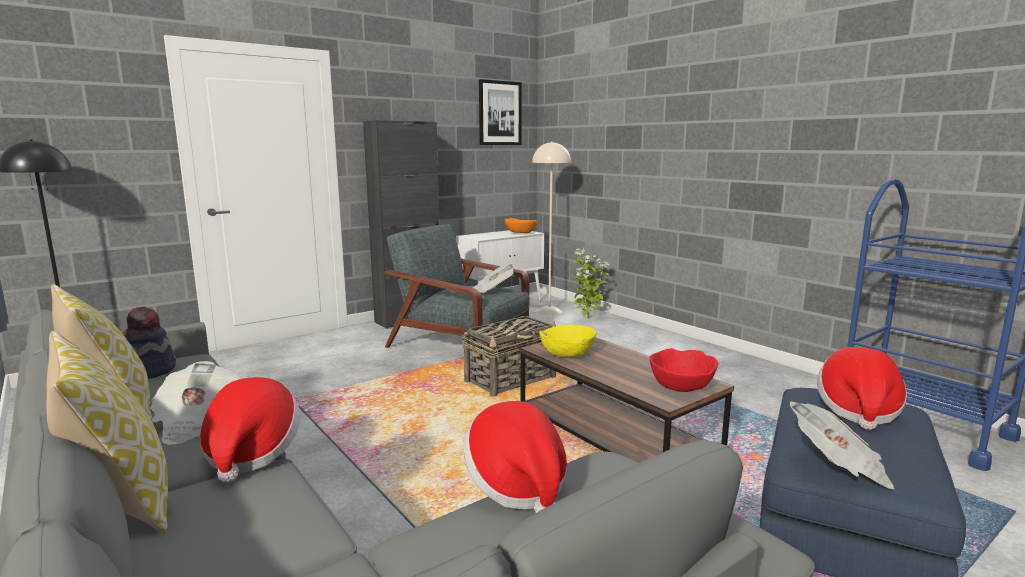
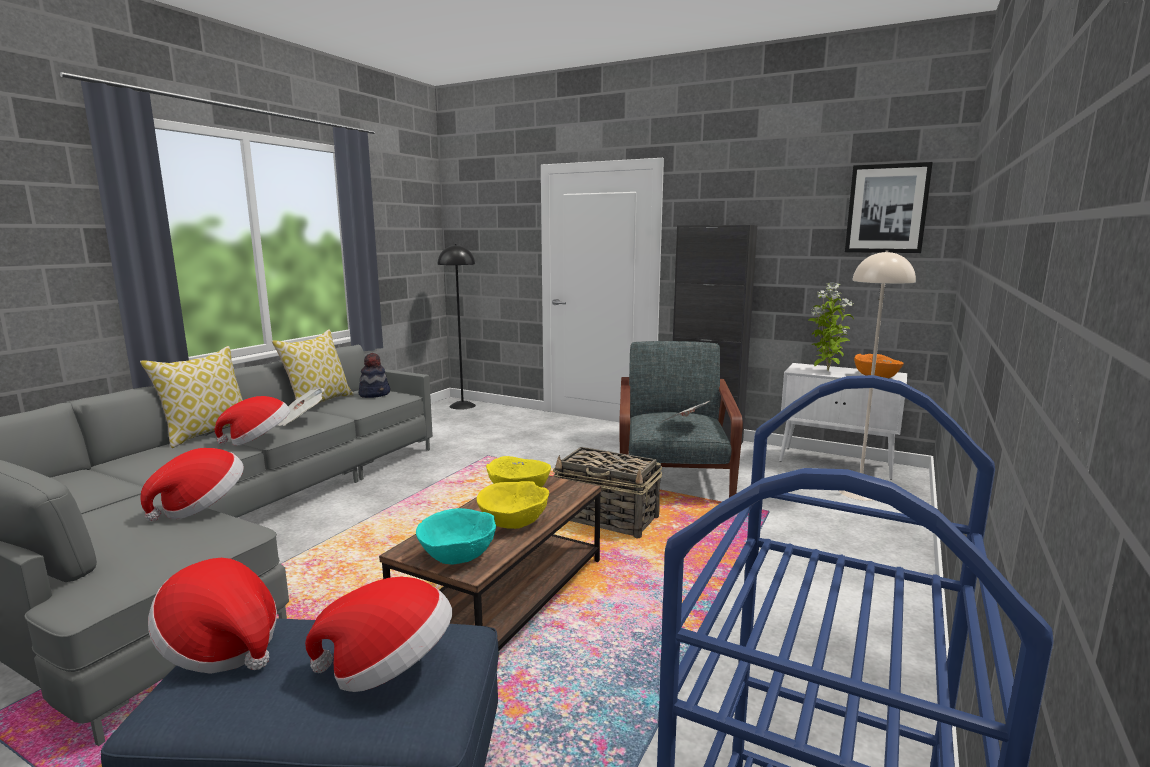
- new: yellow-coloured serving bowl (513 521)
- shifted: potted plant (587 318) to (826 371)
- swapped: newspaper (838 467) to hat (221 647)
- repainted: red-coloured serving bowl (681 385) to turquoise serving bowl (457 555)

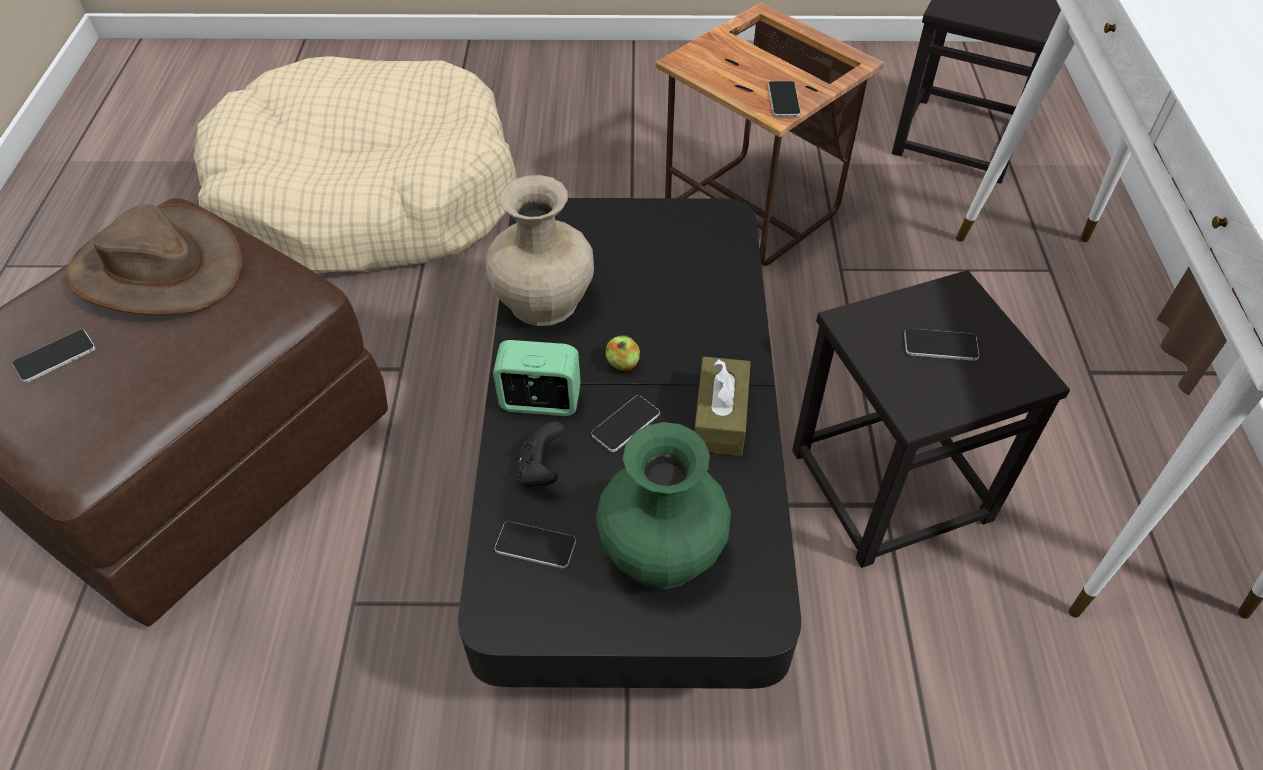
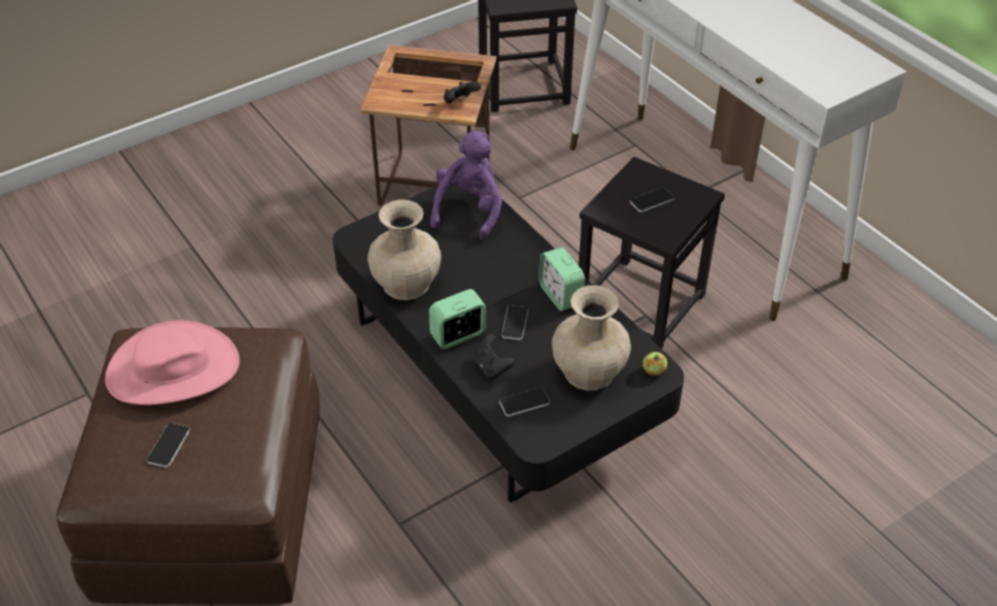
- gone: beige pet bed (367 197)
- new: purple soft toy (469 210)
- shifted: apple (622 363) to (653 371)
- swapped: brownish box of tissues (720 417) to table clock (560 295)
- swapped: phone (783 100) to black-coloured game controller (460 102)
- repainted: brownish hat (157 268) to pink-coloured hat (172 370)
- repainted: green vase (663 552) to beige vase (590 371)

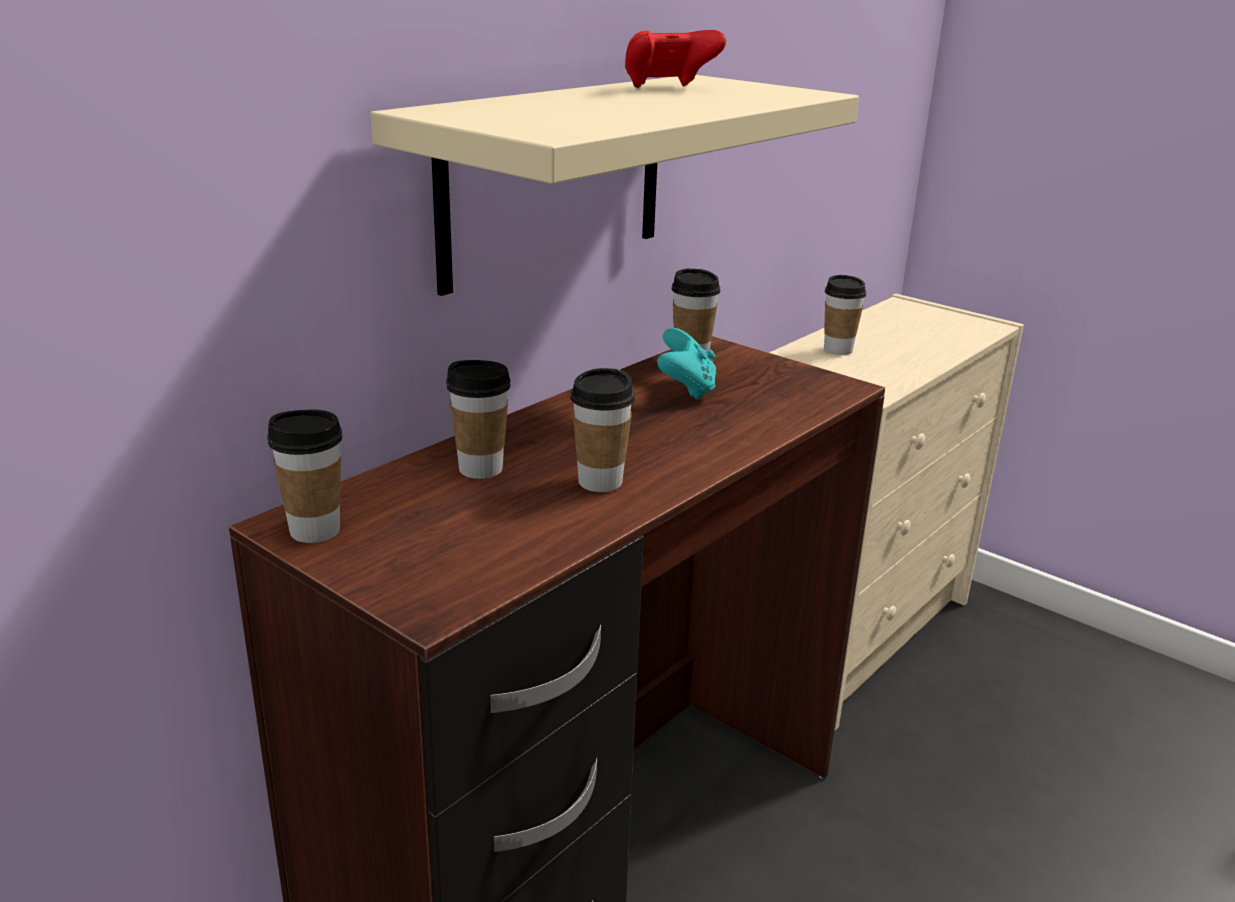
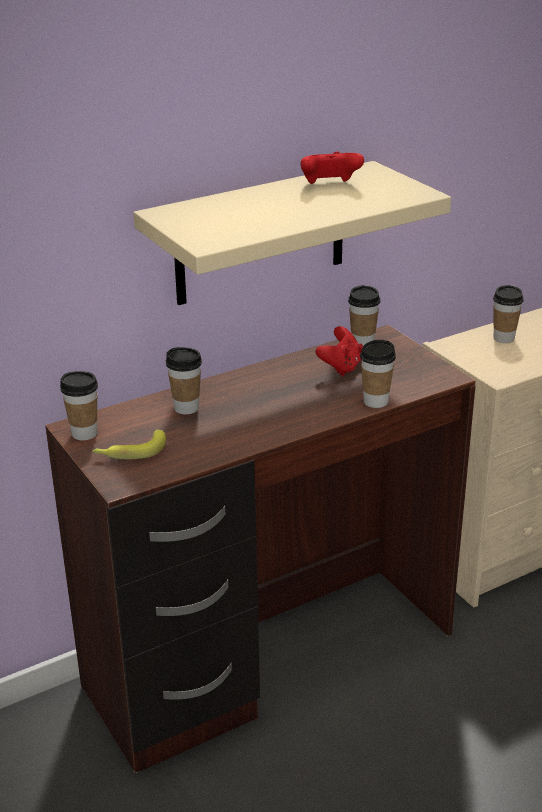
- new: banana fruit (130 452)
- shifted: small cup (600 482) to (375 401)
- repainted: turquoise game controller (686 389) to red-coloured game controller (341 367)

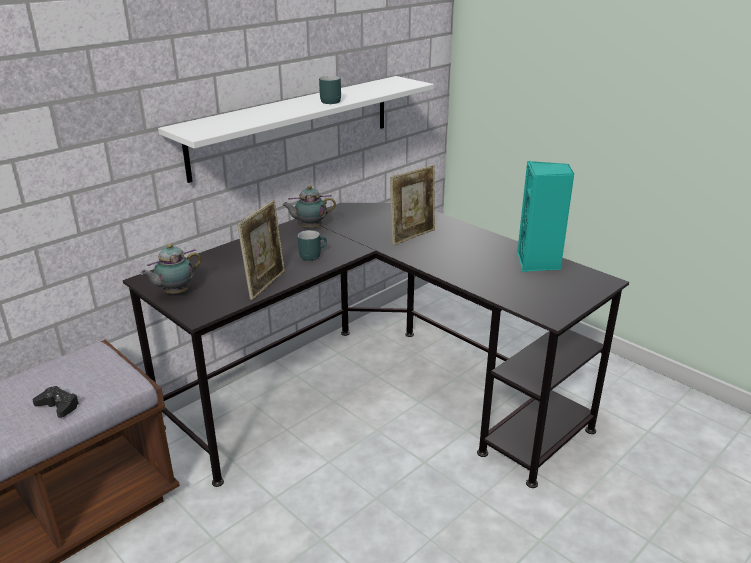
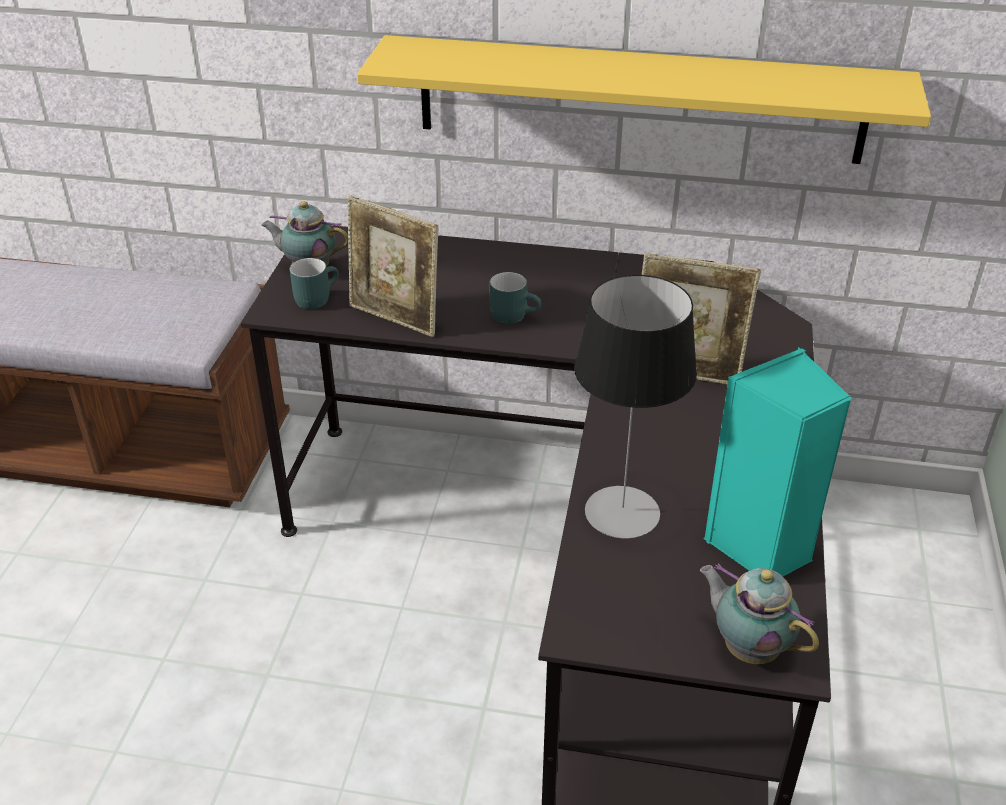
- gone: black-coloured game controller (58 406)
- new: lamp for a table (622 512)
- shifted: teapot (309 227) to (748 647)
- shifted: turquoise coffee mug (328 101) to (315 297)
- repainted: whitish wall shelf (294 125) to yellow-coloured wall shelf (639 99)
- rotated: photo frame (265 284) = (395 319) 45 degrees clockwise

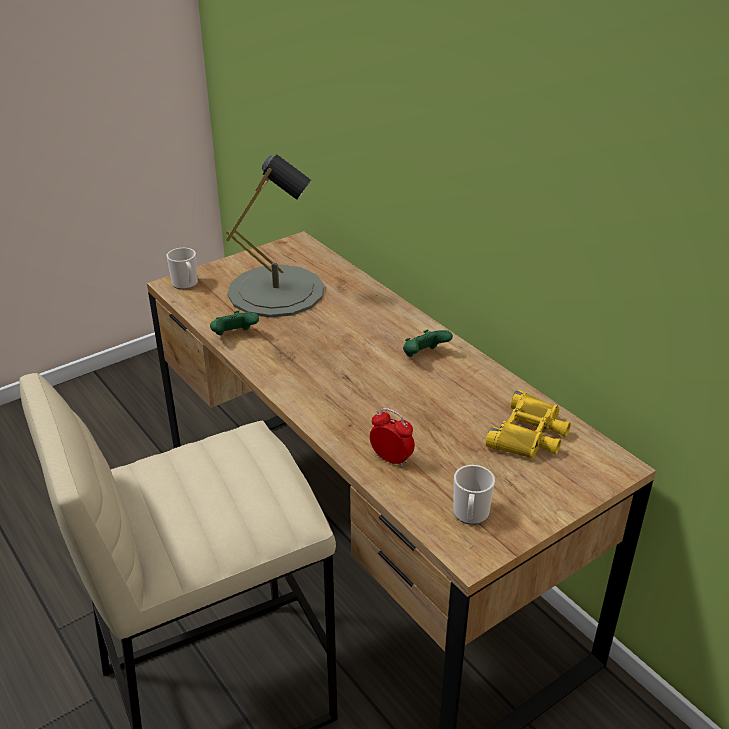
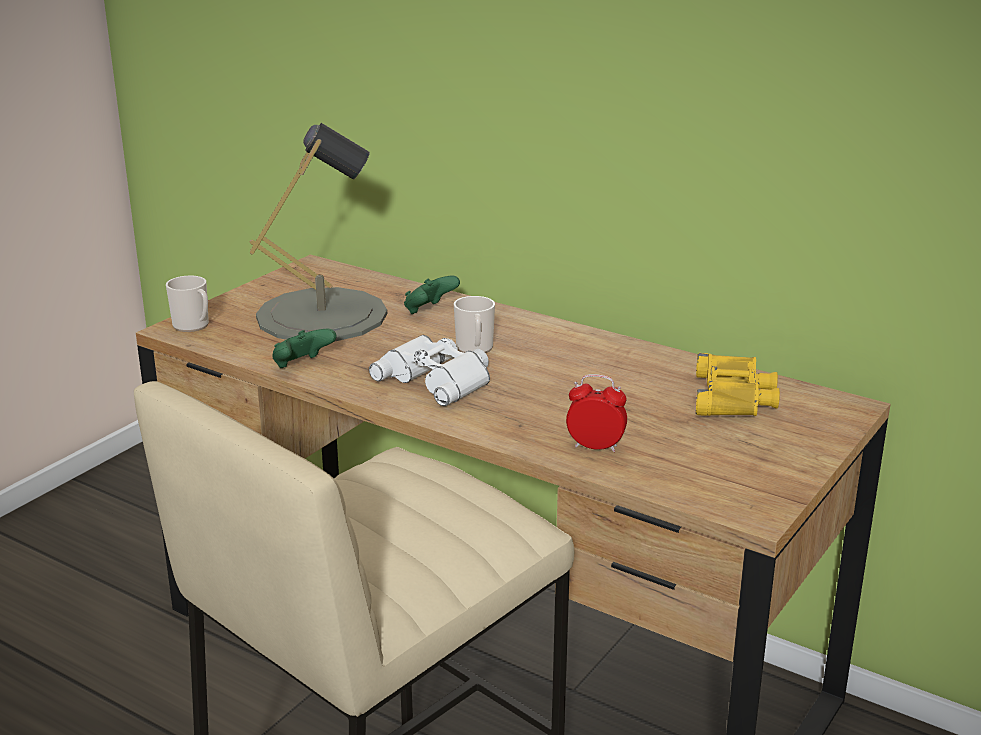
- new: whitish pair of binoculars (438 378)
- shifted: green game controller (424 355) to (429 311)
- shifted: coffee mug (470 515) to (475 349)

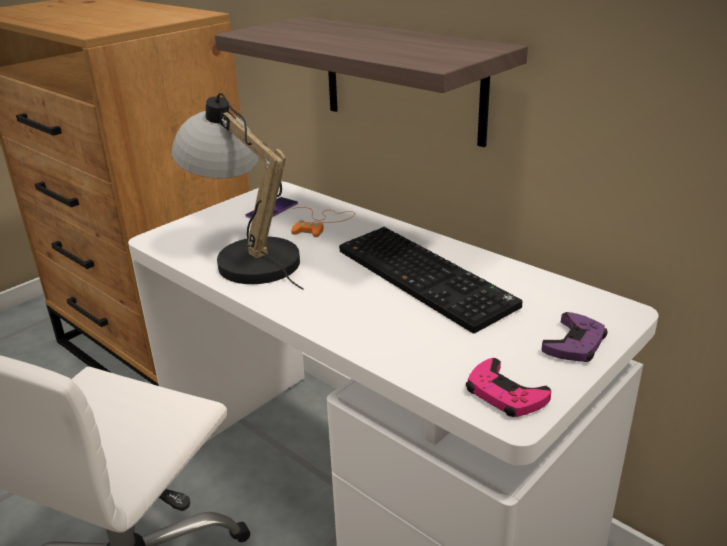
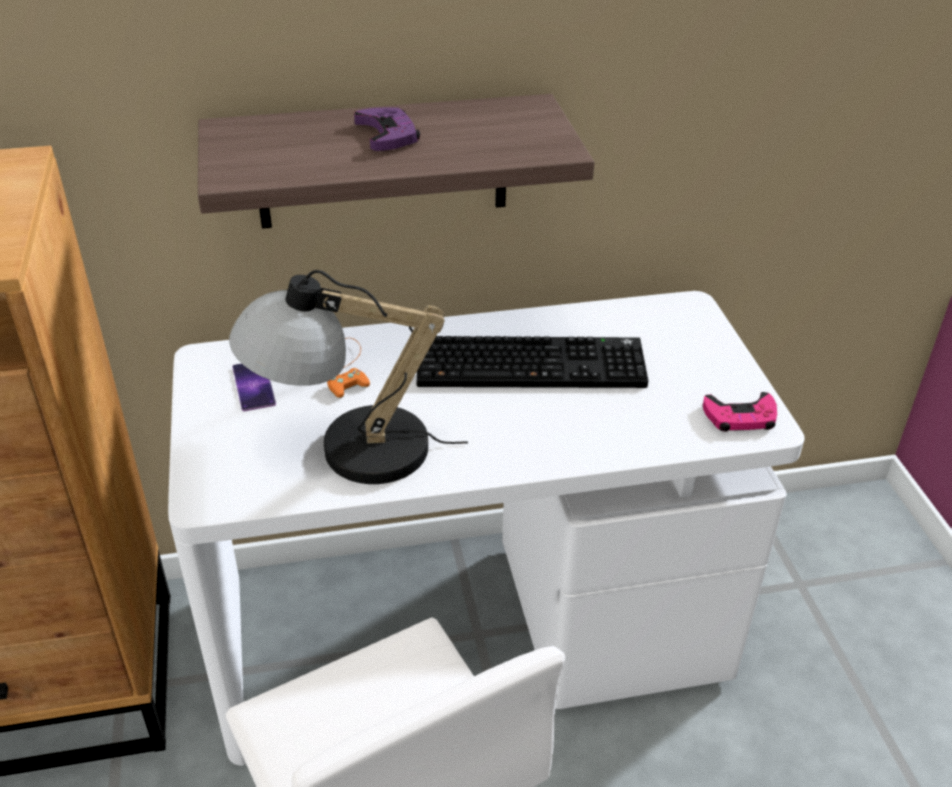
- shifted: purple game controller (575 343) to (388 135)

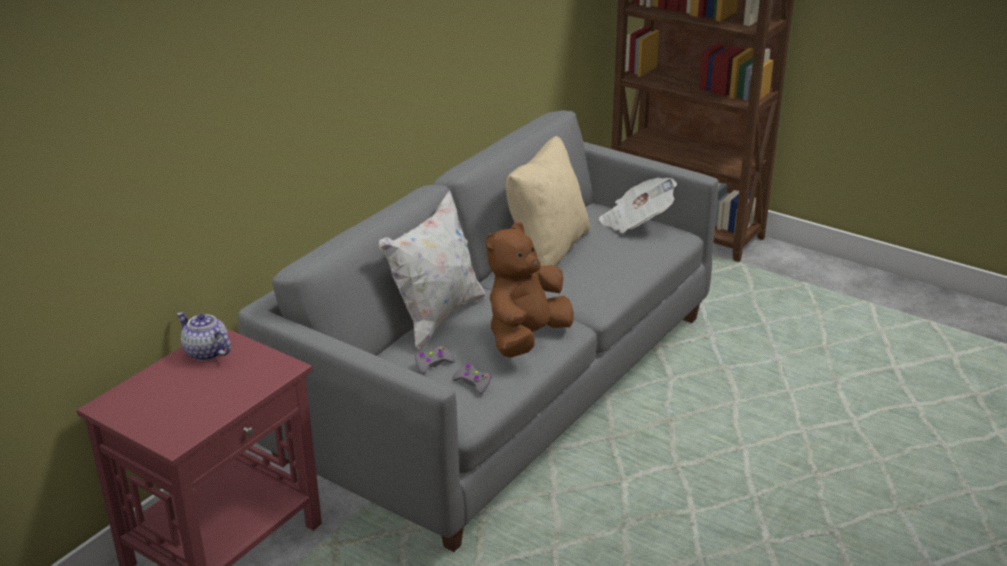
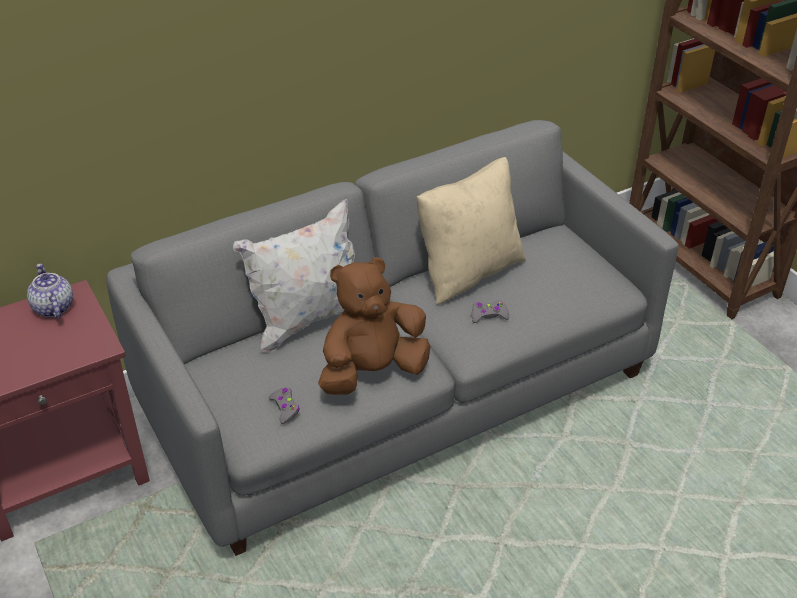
- gone: newspaper (636 222)
- shifted: greyish game controller (433 364) to (489 315)

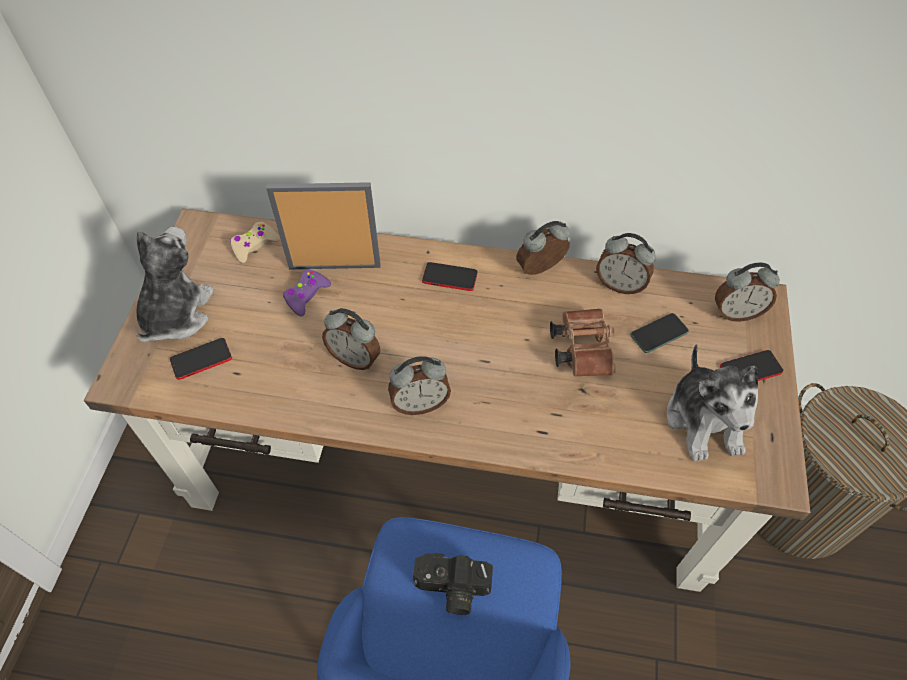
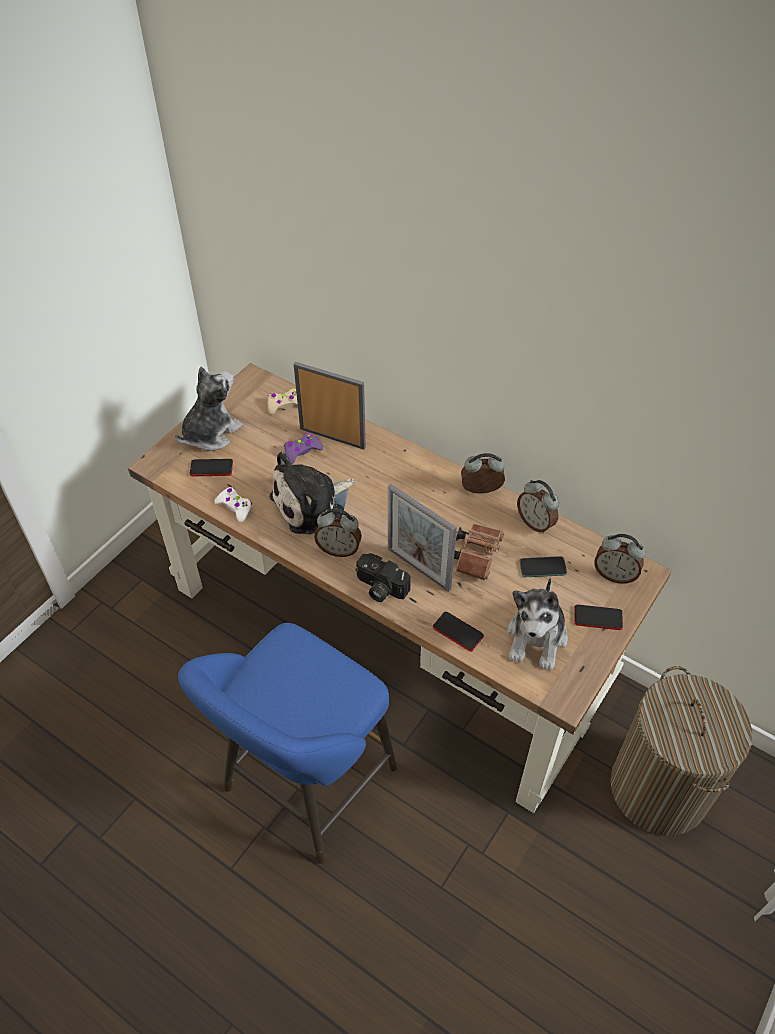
- new: whitish game controller (235 507)
- new: photo frame (418 568)
- shifted: still camera (451 590) to (379 588)
- shifted: phone (450 277) to (458 632)
- swapped: table clock (355 358) to soft toy (312 504)

